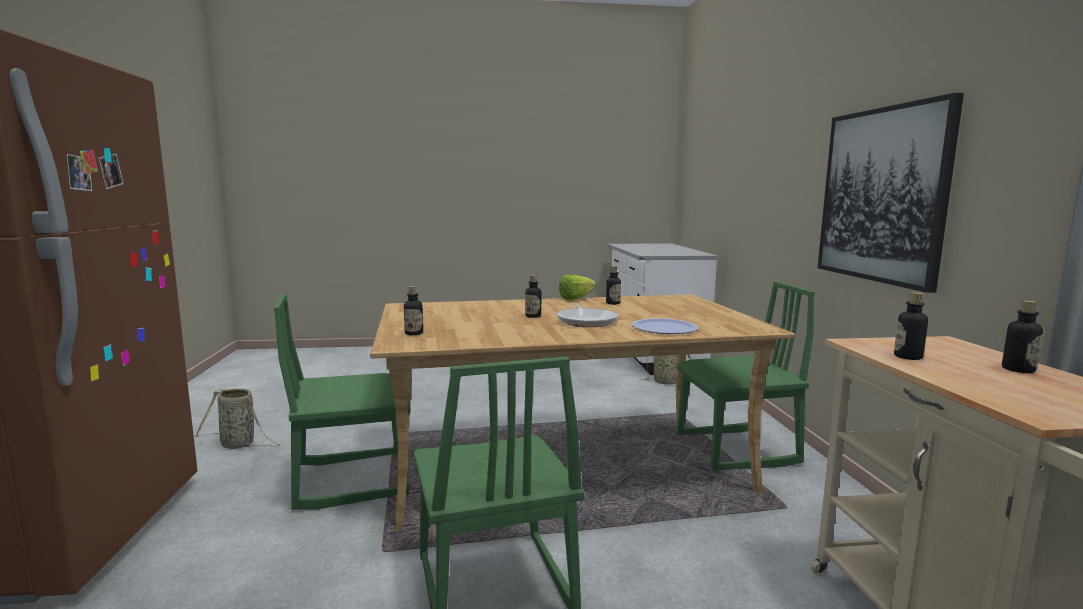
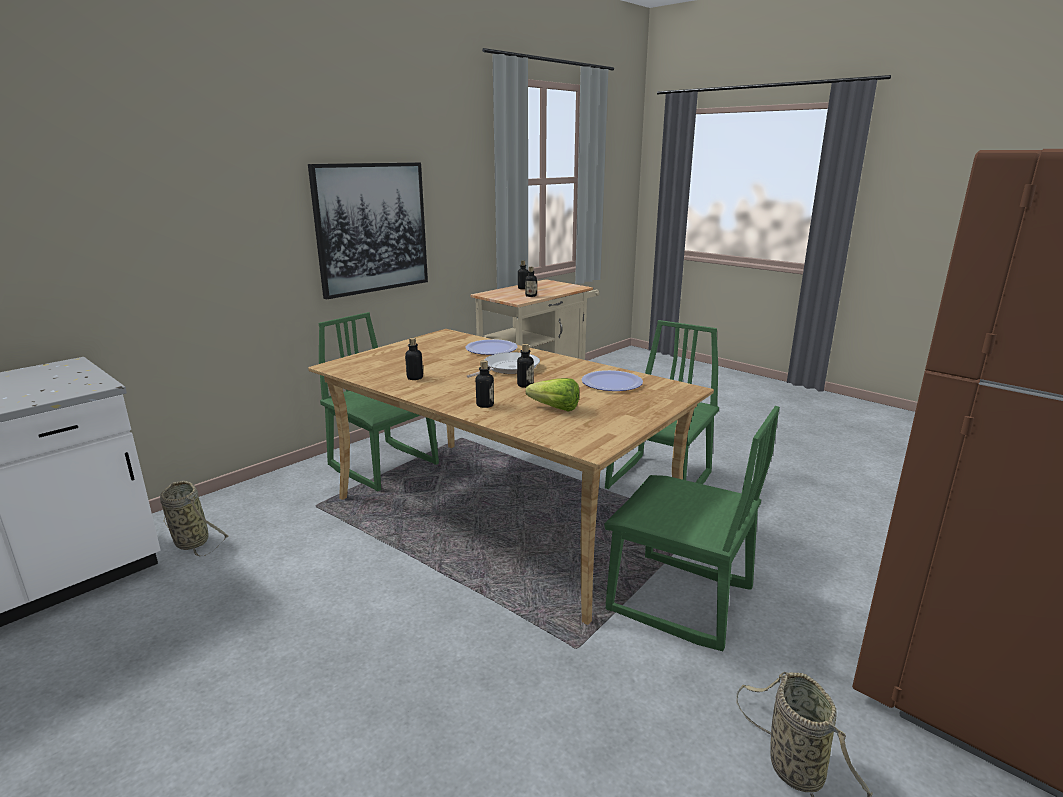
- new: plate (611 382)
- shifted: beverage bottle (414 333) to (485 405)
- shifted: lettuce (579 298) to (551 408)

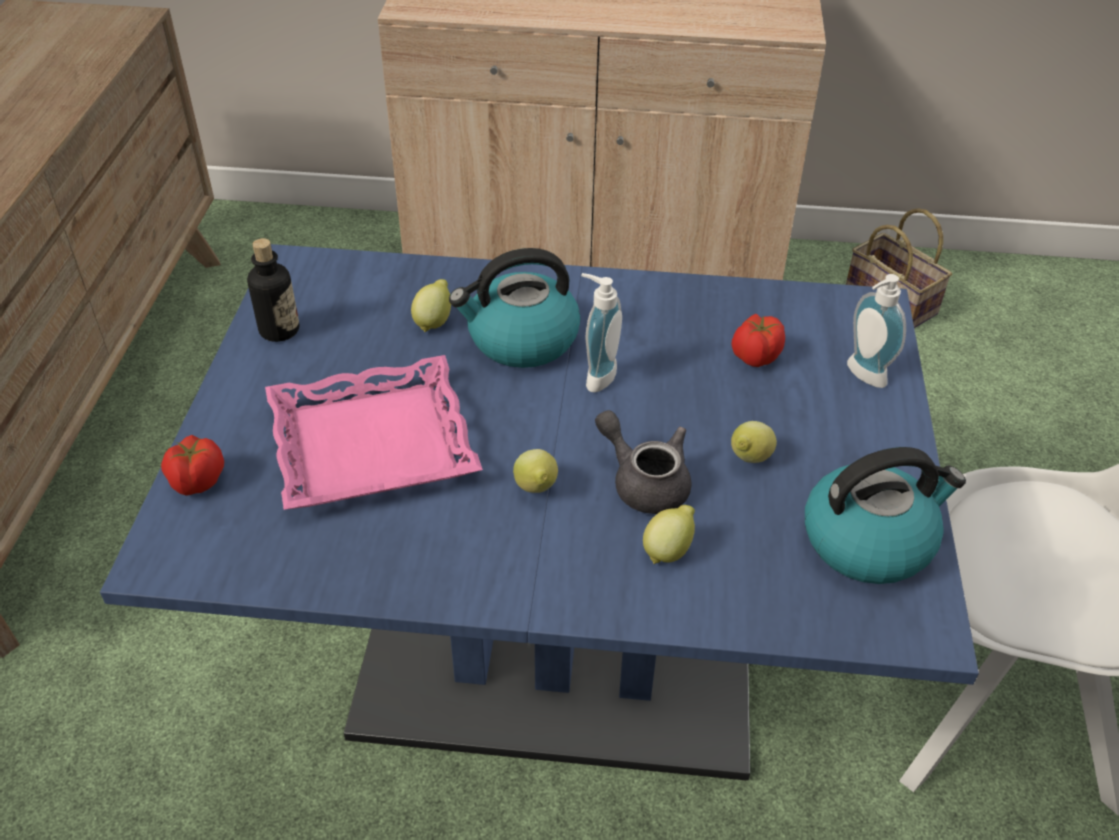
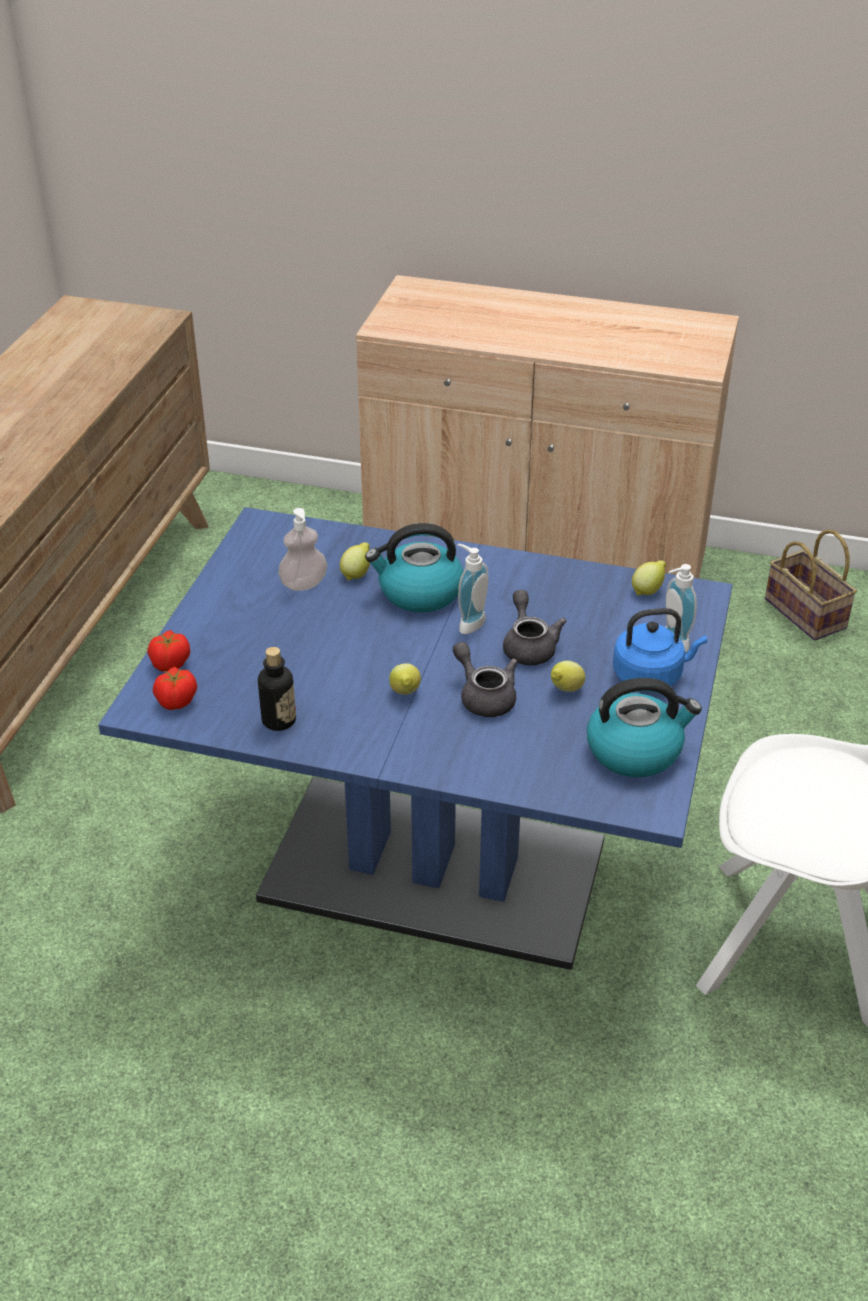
- gone: pink-coloured carrying tray (372 443)
- new: soap dispenser (303 584)
- new: greyish teapot (529 646)
- new: bluish kettle (651 676)
- shifted: beverage bottle (279 330) to (279 720)
- shifted: whole lemon (668 550) to (648 590)
- shifted: whole tomato (755 357) to (176 702)

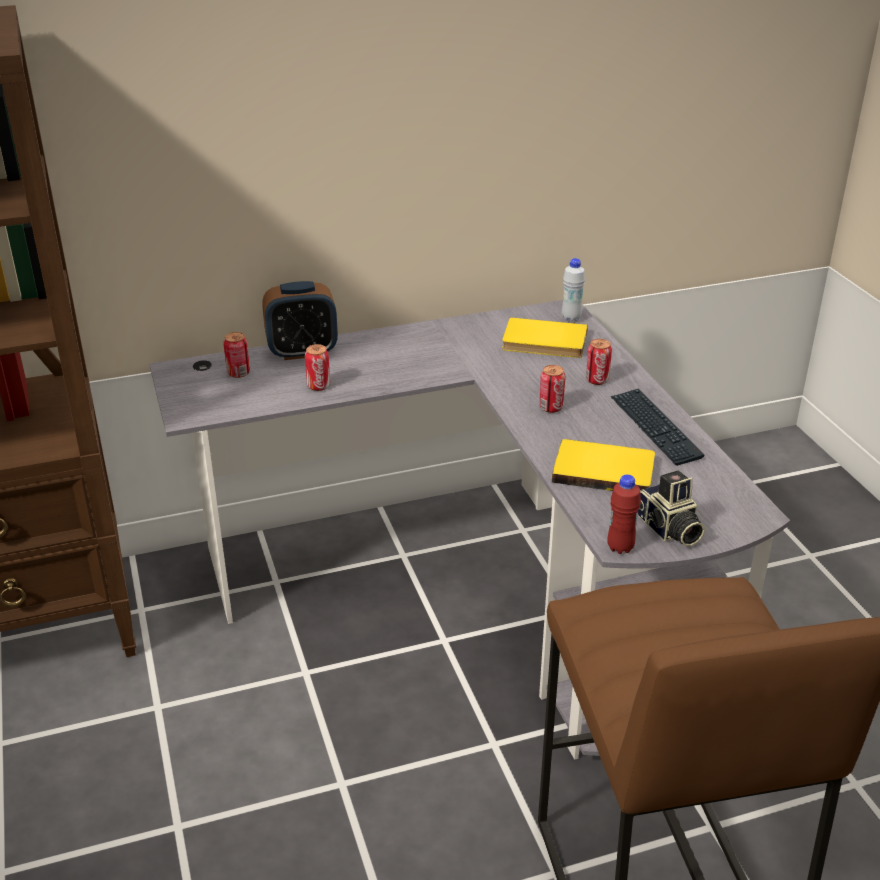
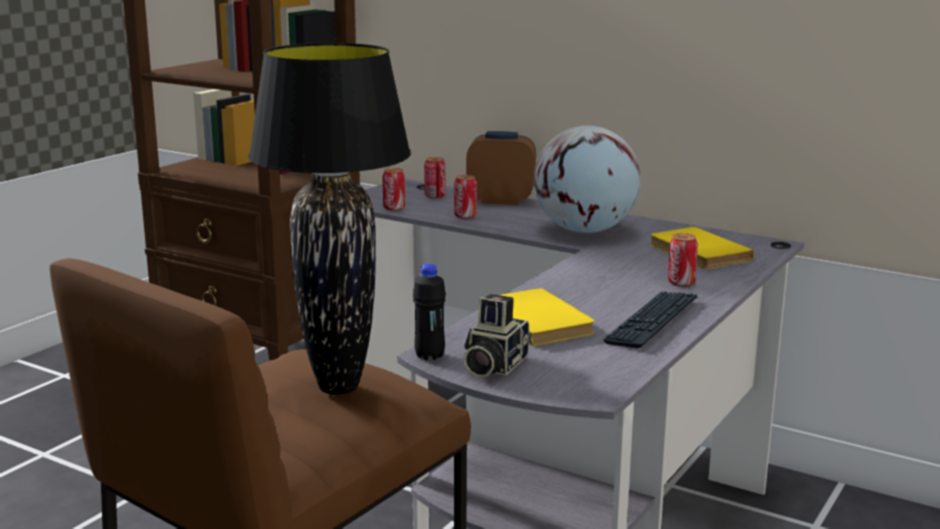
- gone: whitish beverage bottle (571 318)
- new: black-coloured lamp for a table (338 388)
- new: desk globe (585 230)
- shifted: can (551 407) to (394 208)
- repainted: red-coloured beverage bottle (620 547) to black-coloured beverage bottle (429 356)
- rotated: table clock (302 352) = (501 200) 150 degrees clockwise

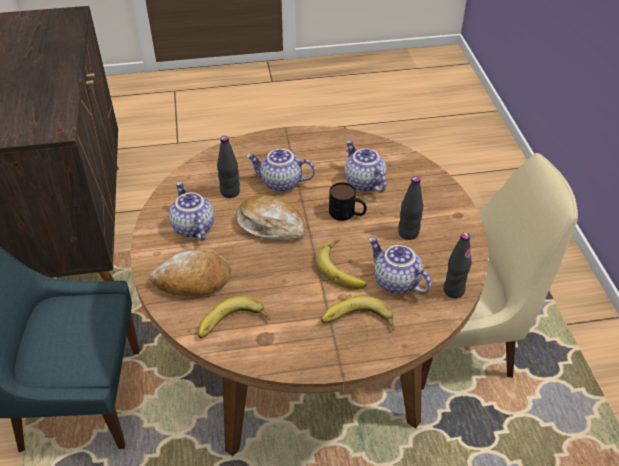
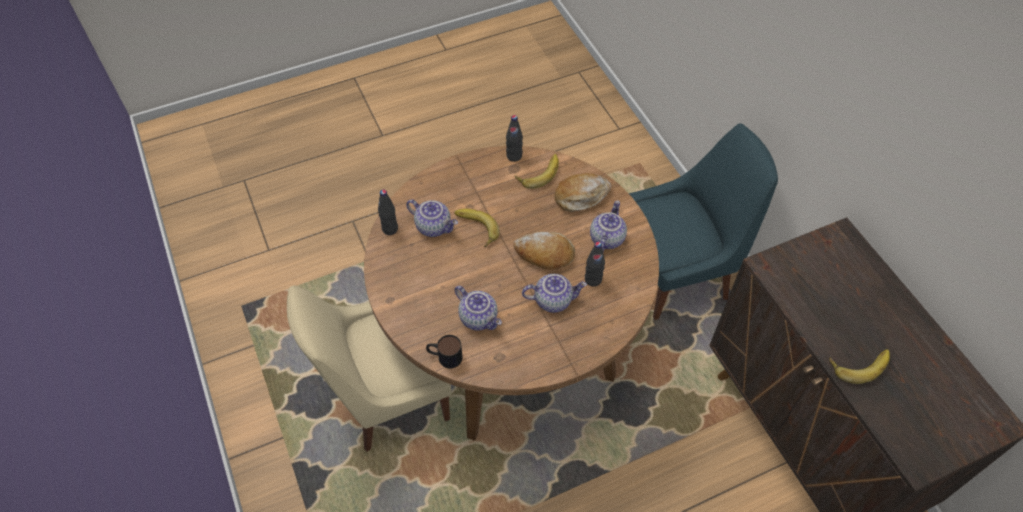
- shifted: banana fruit (358 322) to (859 363)
- shifted: coffee mug (347 213) to (444 357)
- shifted: black-coloured beverage bottle (408 233) to (514 156)
- rotated: teapot (192 228) = (606 238) 120 degrees counterclockwise

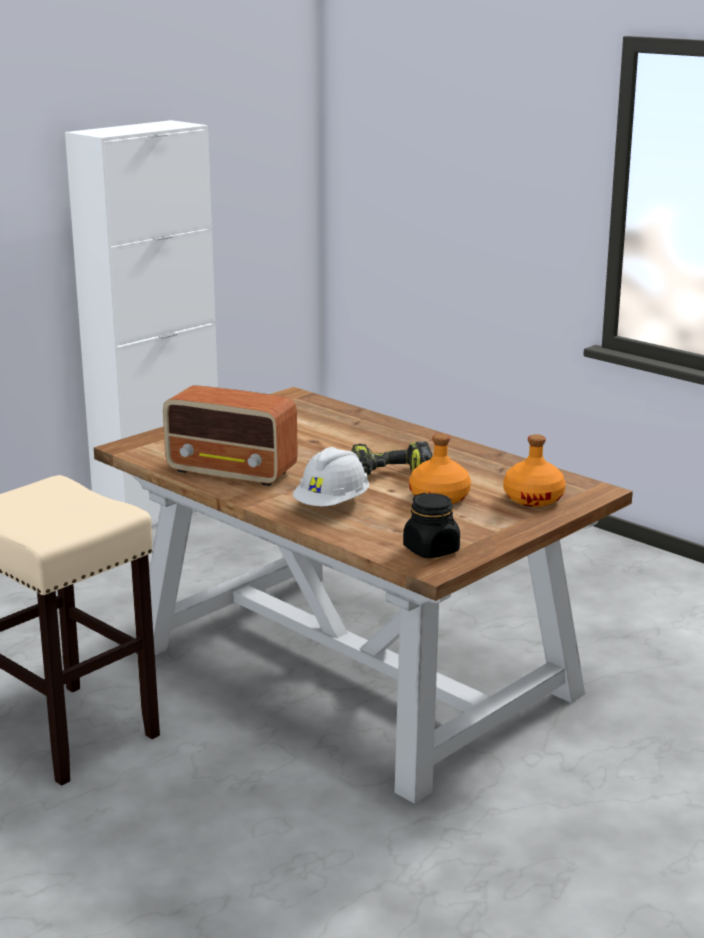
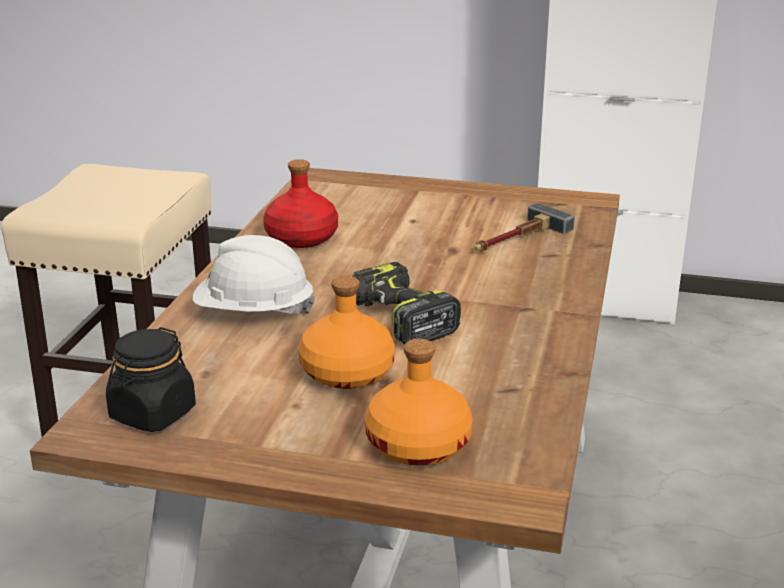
- new: hammer (516 239)
- swapped: radio (233 472) to red-coloured beverage bottle (302 238)

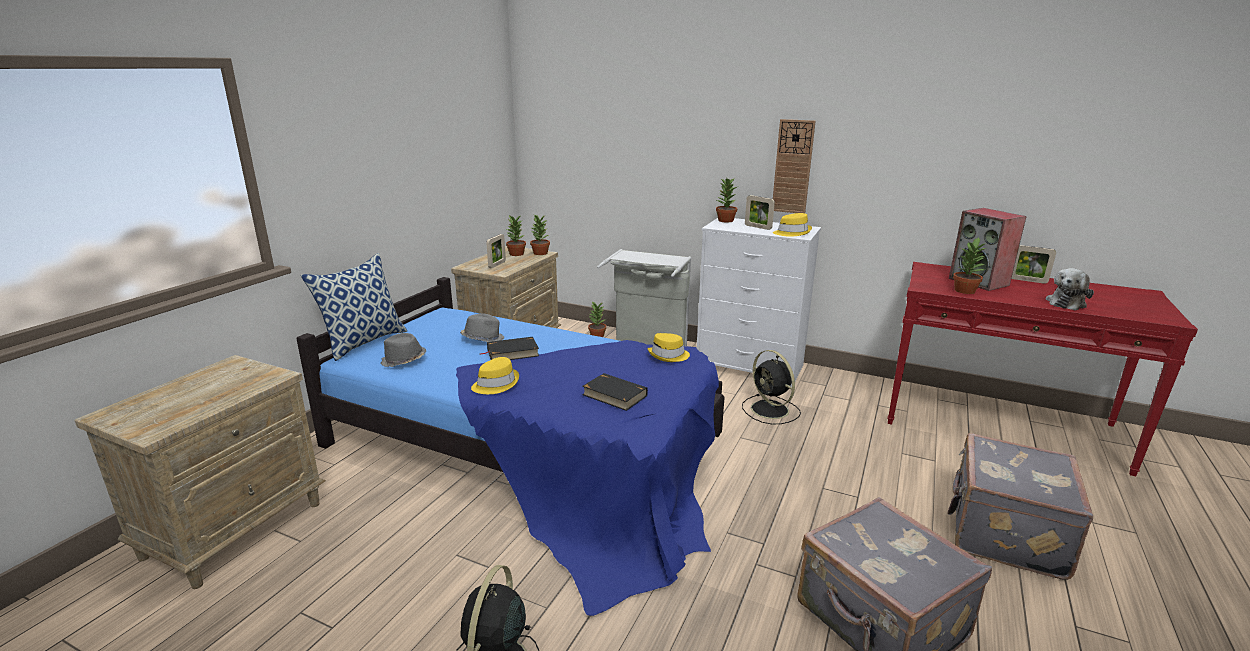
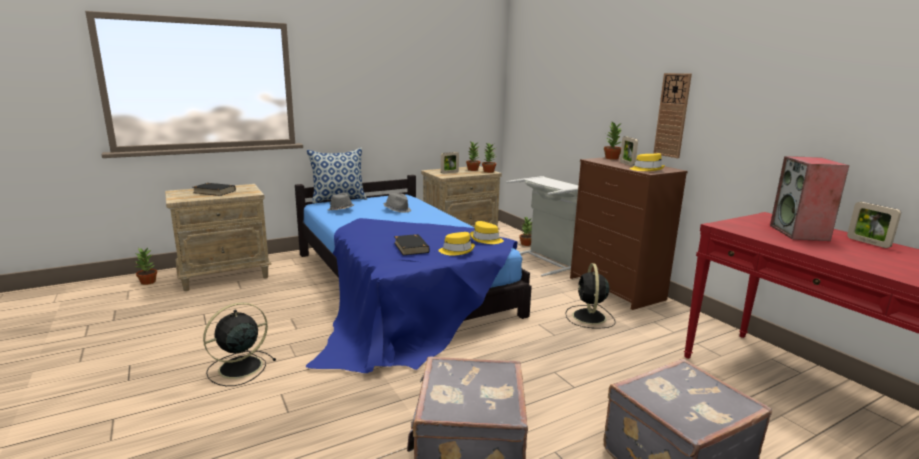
- gone: soft toy (1066 303)
- shifted: yellow-coloured hat (495 384) to (457 250)
- shifted: black-coloured bound book (512 352) to (214 192)
- shifted: potted plant (965 291) to (148 282)
- repainted: whitish drawer chest (750 366) to brownish drawer chest (617 289)

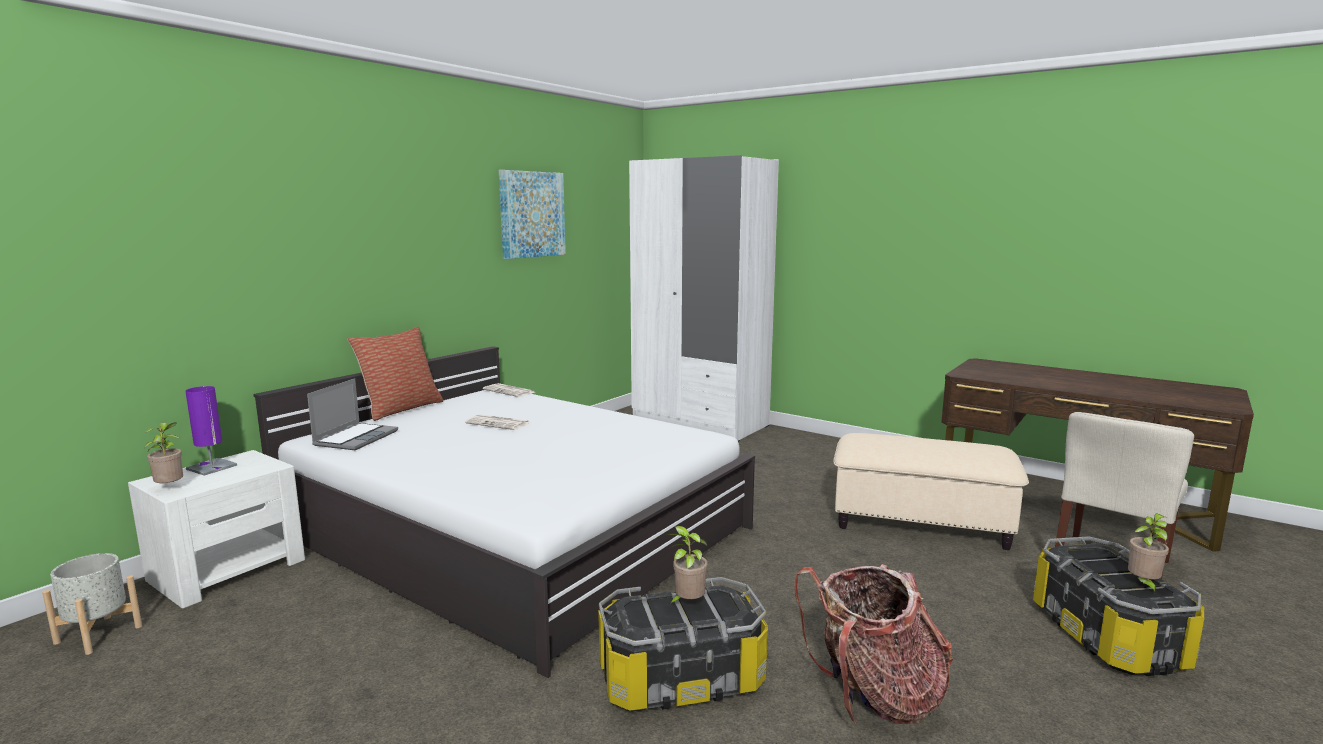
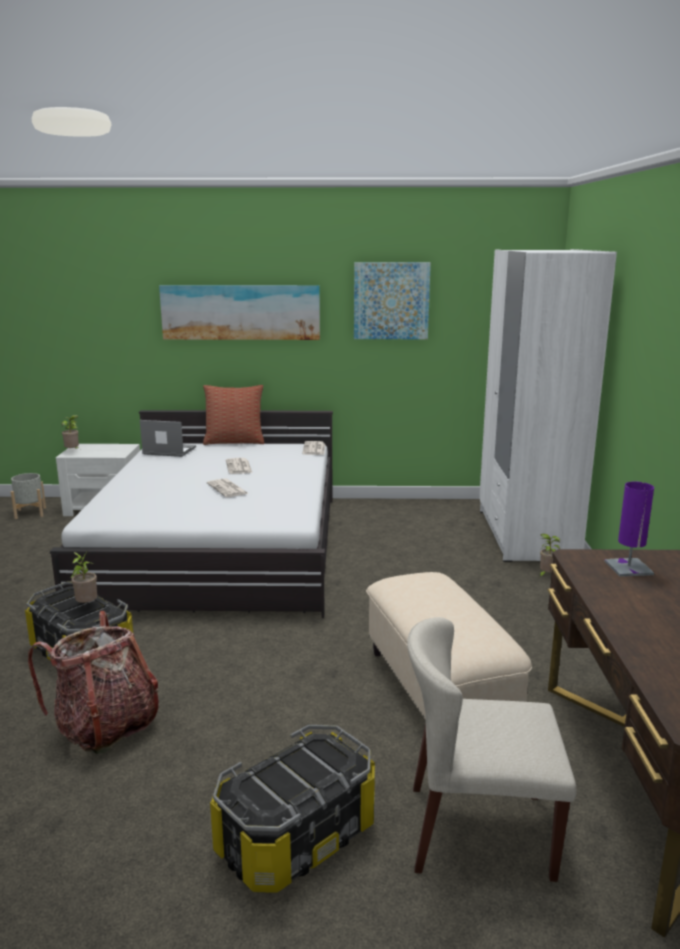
- new: picture (240 312)
- new: newspaper (228 489)
- shifted: purple lamp for a table (211 467) to (628 568)
- shifted: potted plant (1143 584) to (546 575)
- rotated: laptop (356 438) = (168 451) 150 degrees counterclockwise

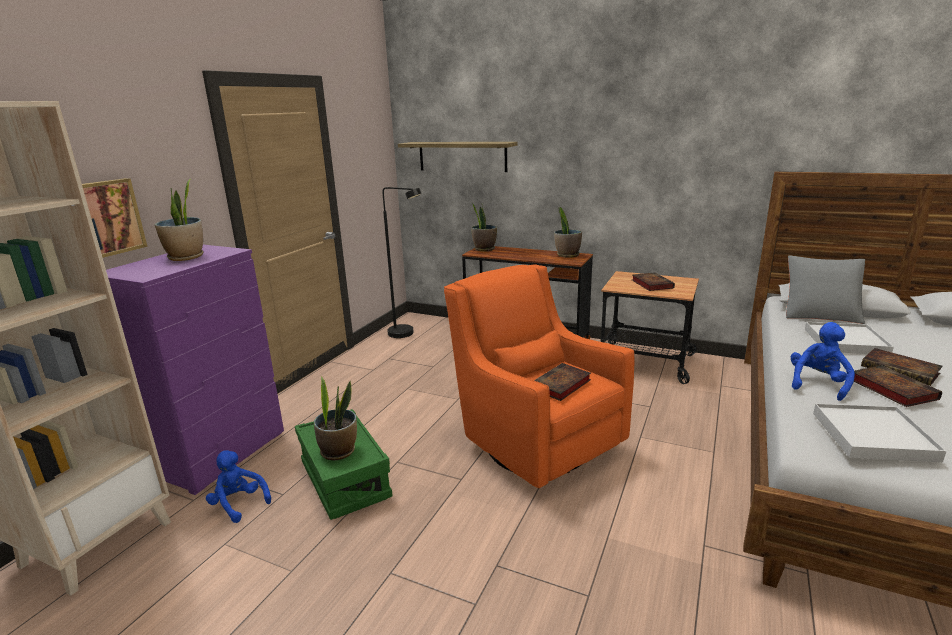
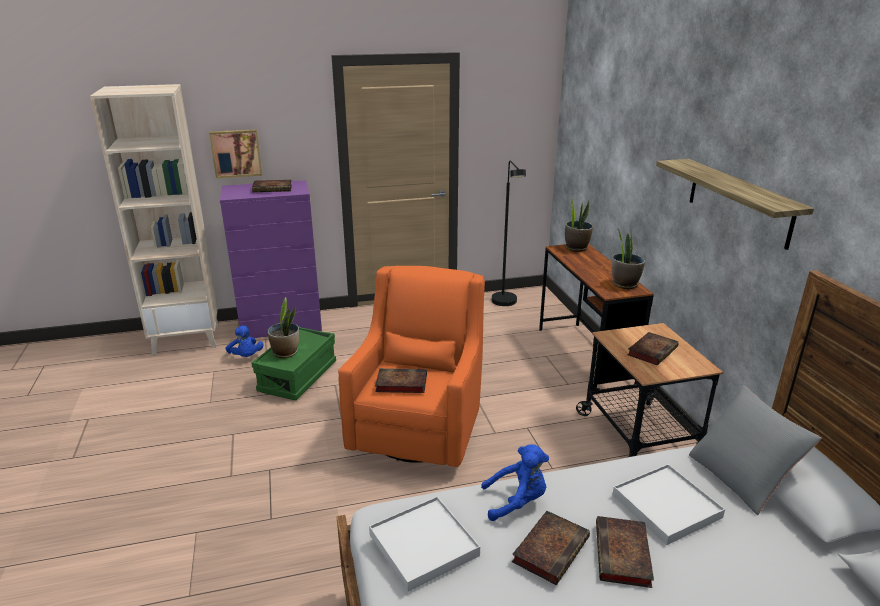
- shifted: wall shelf (462 156) to (739 202)
- swapped: potted plant (186 257) to bound book (273 188)
- rotated: bluish soft toy (239 504) = (246 357) 150 degrees clockwise

